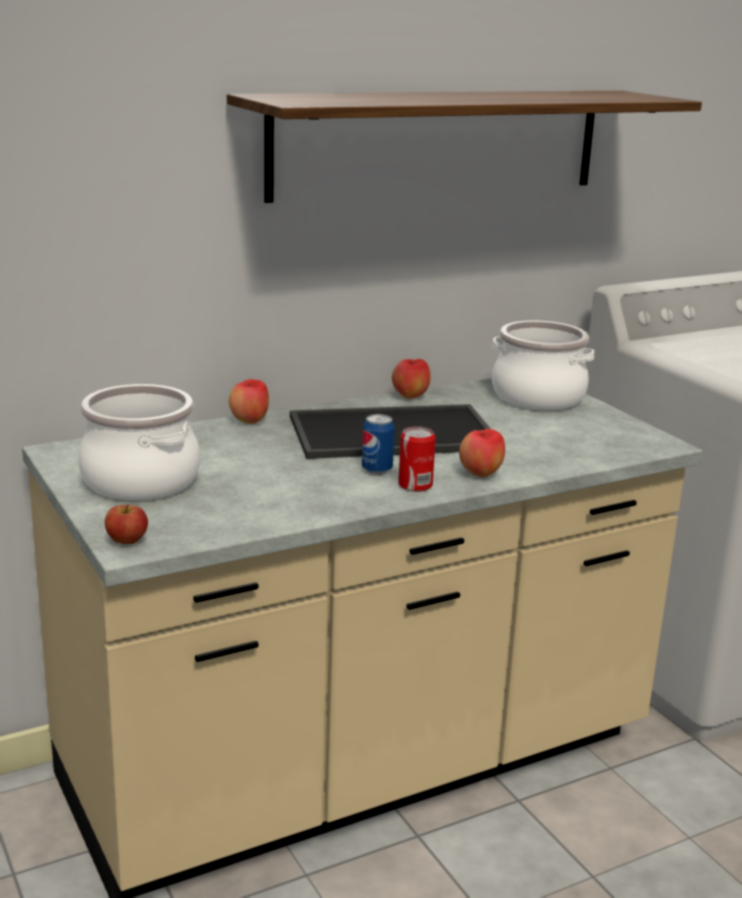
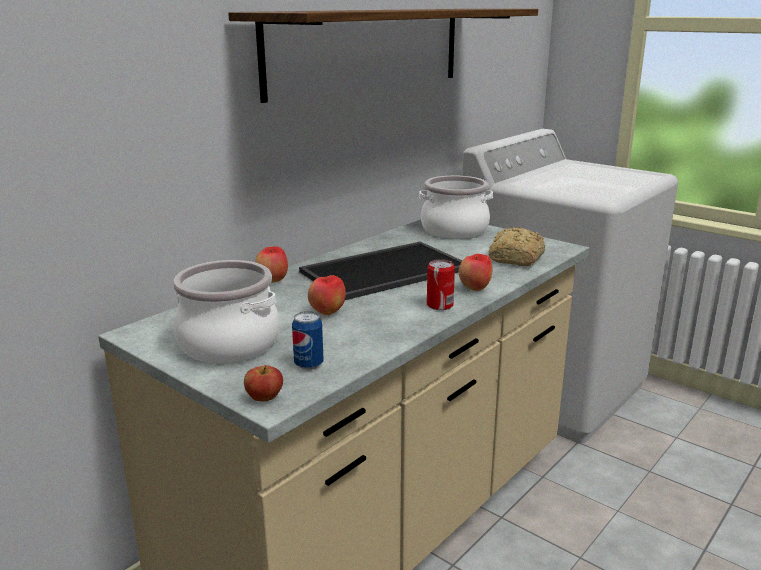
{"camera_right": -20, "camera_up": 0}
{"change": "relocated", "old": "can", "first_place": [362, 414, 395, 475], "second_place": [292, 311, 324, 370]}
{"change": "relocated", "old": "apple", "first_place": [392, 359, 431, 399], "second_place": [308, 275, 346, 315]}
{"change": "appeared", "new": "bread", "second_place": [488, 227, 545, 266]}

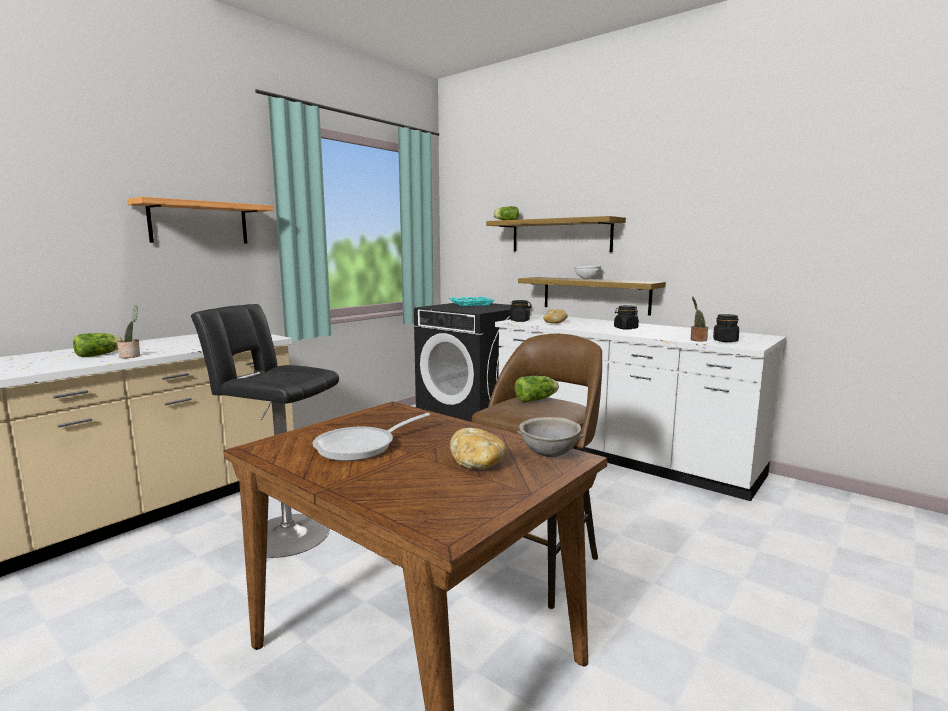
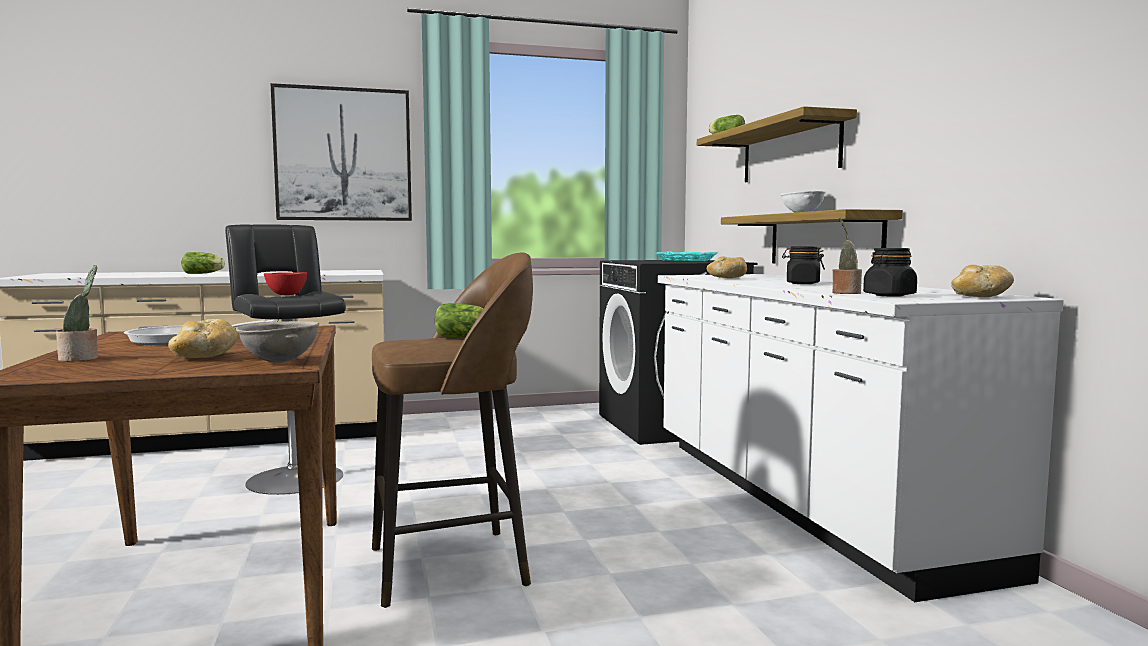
{"camera_right": 35, "camera_up": -5}
{"change": "relocated", "old": "houseplant", "first_place": [117, 305, 140, 358], "second_place": [56, 265, 98, 362]}
{"change": "exchanged", "old": "shelf", "new": "wall picture", "first_place": [127, 197, 273, 244], "second_place": [270, 83, 412, 221]}
{"change": "missing", "old": "black-coloured jar", "first_place": [509, 300, 532, 322]}
{"change": "appeared", "new": "red-coloured bowl", "second_place": [264, 272, 307, 295]}
{"change": "appeared", "new": "bread", "second_place": [951, 265, 1014, 297]}

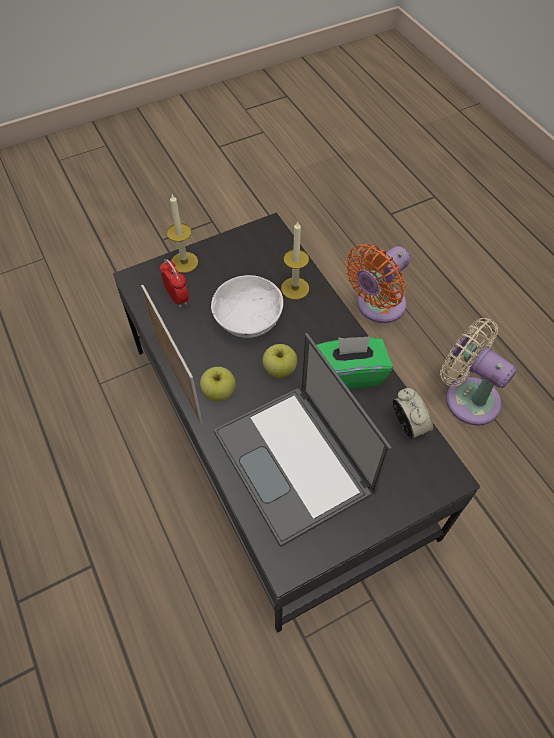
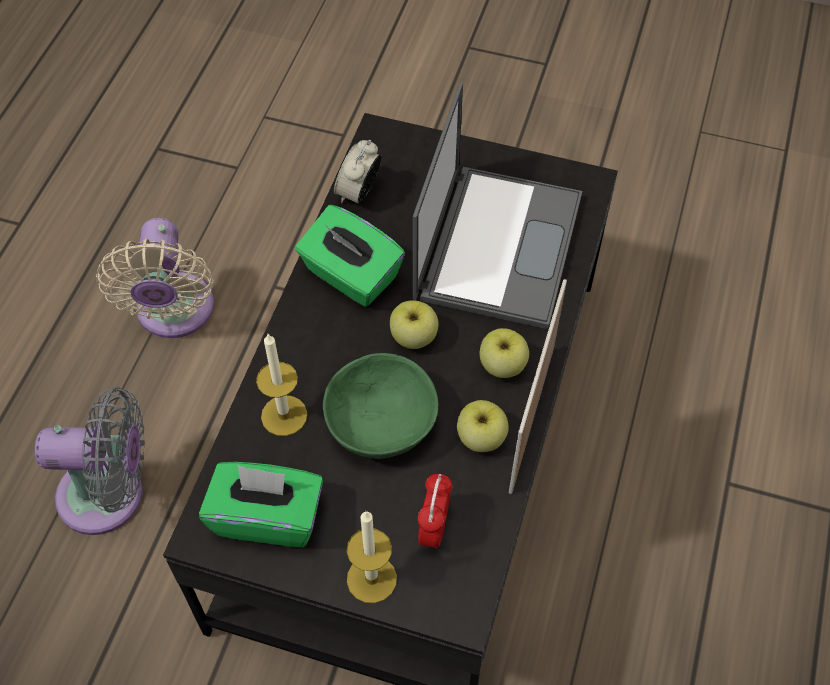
{"camera_right": -135, "camera_up": 0}
{"change": "colour", "old": "white bowl", "new": "greenish bowl", "first_place": [211, 275, 283, 338], "second_place": [323, 353, 438, 459]}
{"change": "colour", "old": "orangey fan", "new": "greyish fan", "first_place": [345, 244, 410, 323], "second_place": [35, 387, 145, 535]}
{"change": "appeared", "new": "greenish tissue holder", "second_place": [199, 462, 323, 548]}
{"change": "appeared", "new": "apple", "second_place": [457, 400, 509, 452]}

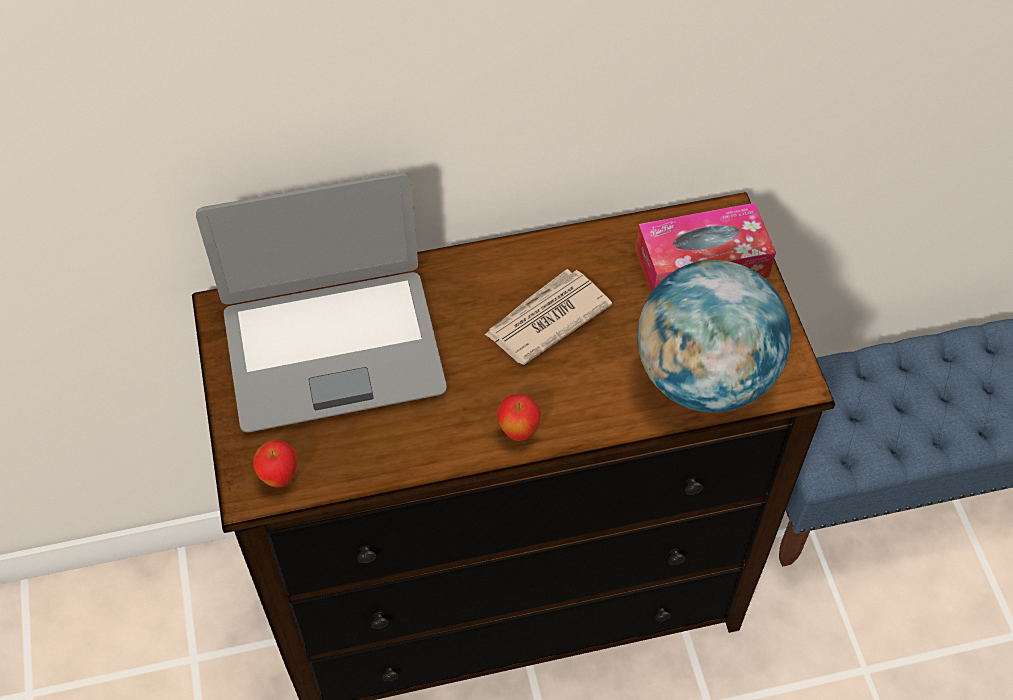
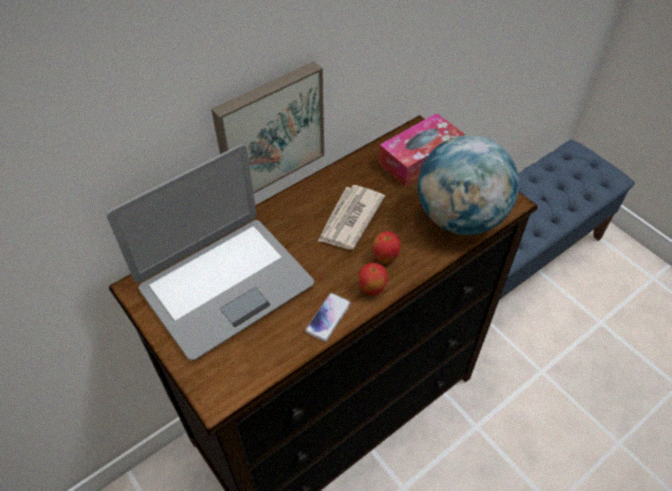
{"camera_right": -25, "camera_up": -5}
{"change": "relocated", "old": "apple", "first_place": [253, 440, 297, 487], "second_place": [373, 231, 401, 264]}
{"change": "appeared", "new": "wall picture", "second_place": [211, 61, 324, 193]}
{"change": "appeared", "new": "phone", "second_place": [305, 293, 351, 342]}

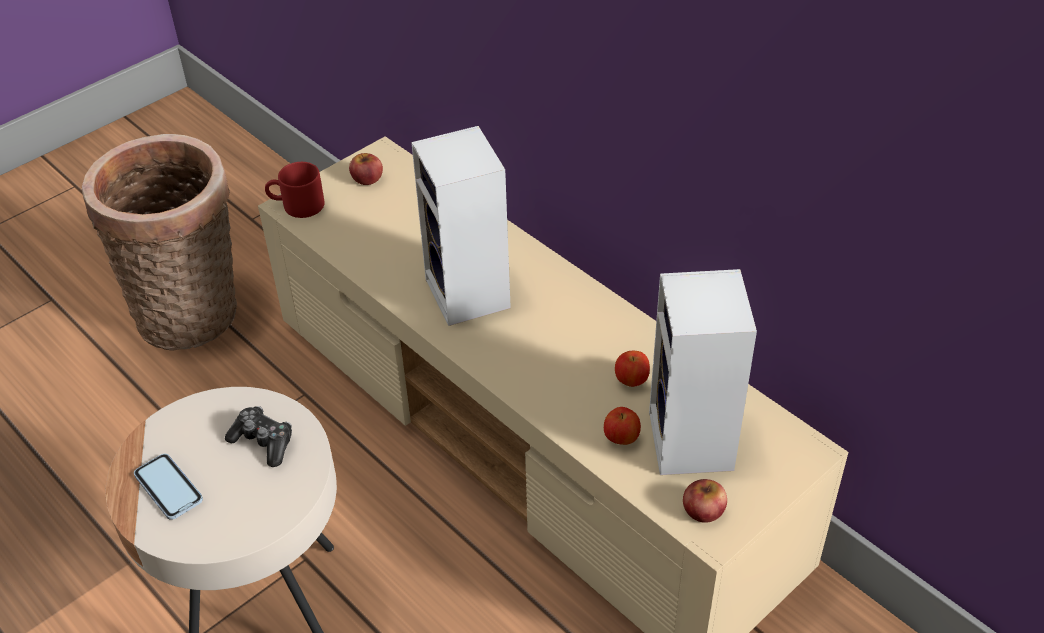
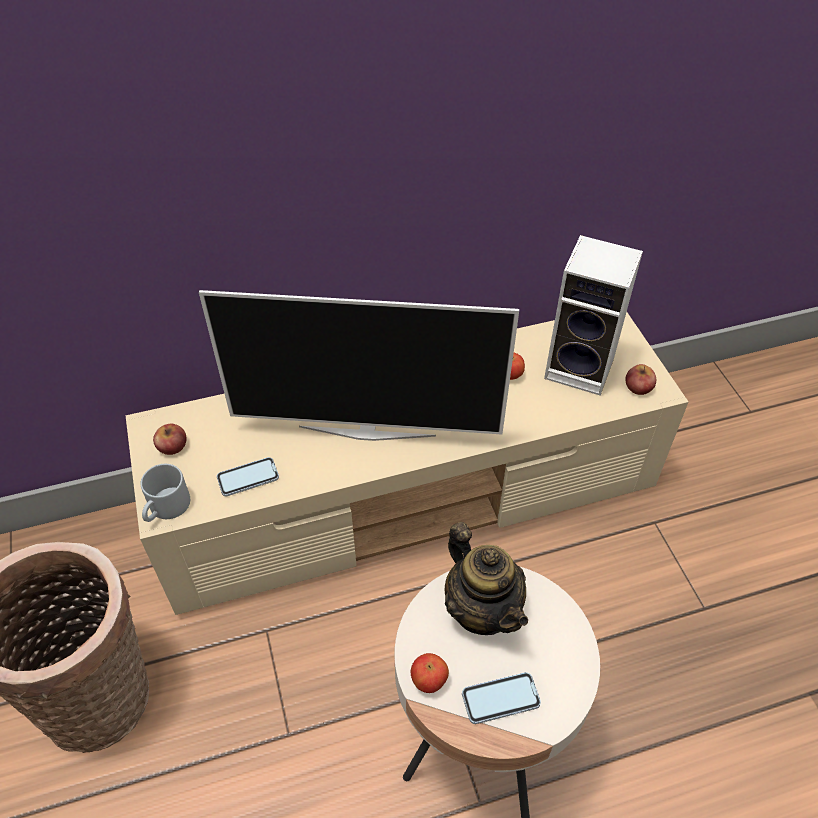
{"camera_right": -65, "camera_up": 5}
{"change": "exchanged", "old": "joypad", "new": "pot for tea", "first_place": [225, 406, 292, 467], "second_place": [445, 522, 528, 635]}
{"change": "colour", "old": "red-coloured mug", "new": "greyish mug", "first_place": [265, 162, 324, 218], "second_place": [140, 464, 190, 522]}
{"change": "exchanged", "old": "speaker", "new": "TV", "first_place": [411, 126, 511, 326], "second_place": [199, 290, 519, 441]}
{"change": "relocated", "old": "apple", "first_place": [604, 407, 641, 445], "second_place": [411, 653, 449, 693]}
{"change": "appeared", "new": "phone", "second_place": [217, 457, 279, 496]}

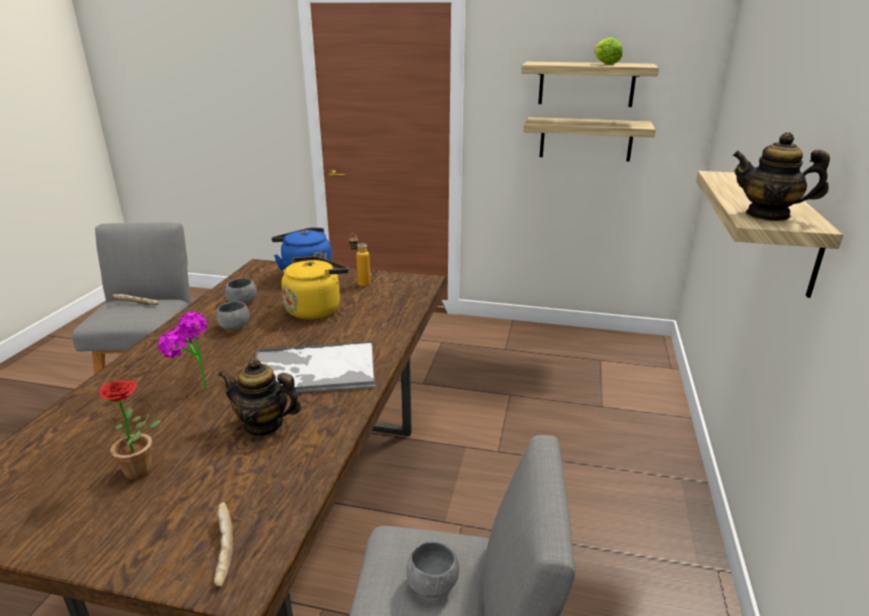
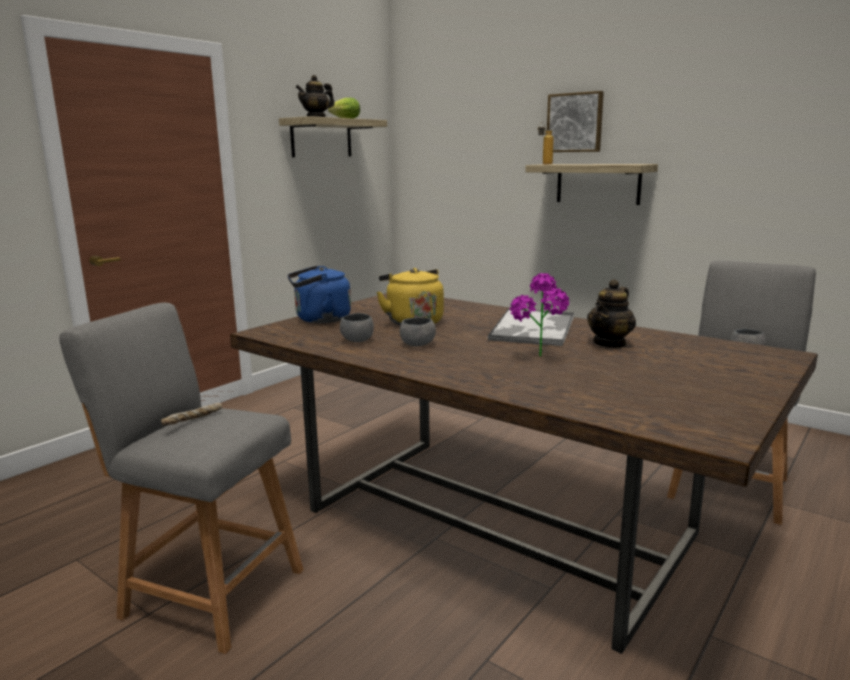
{"camera_right": -65, "camera_up": -10}
{"change": "missing", "old": "houseplant", "first_place": [95, 380, 161, 480]}
{"change": "missing", "old": "bread", "first_place": [214, 502, 233, 587]}
{"change": "relocated", "old": "bottle", "first_place": [349, 233, 371, 287], "second_place": [538, 122, 554, 164]}
{"change": "missing", "old": "shelf", "first_place": [523, 117, 656, 161]}
{"change": "relocated", "old": "pot for tea", "first_place": [733, 132, 830, 221], "second_place": [296, 75, 335, 117]}
{"change": "appeared", "new": "wall picture", "second_place": [547, 91, 604, 152]}

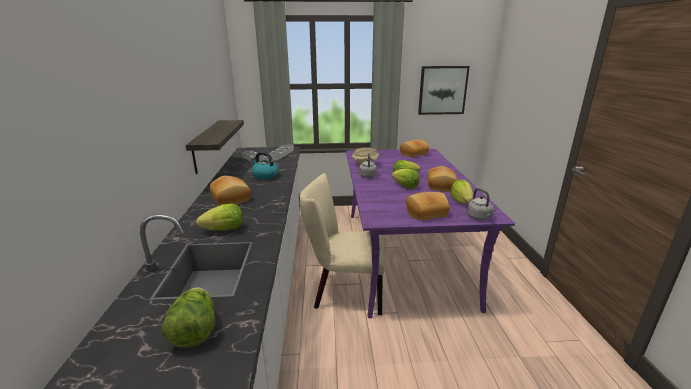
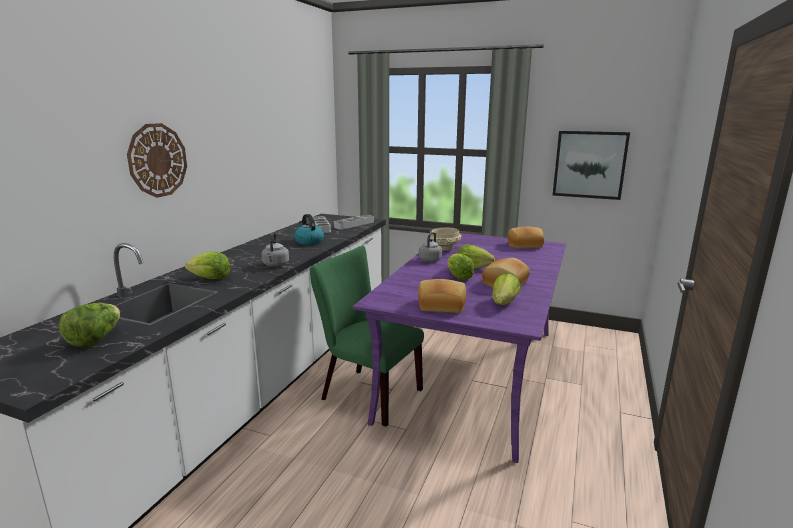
{"camera_right": 25, "camera_up": -5}
{"change": "missing", "old": "shelf", "first_place": [186, 120, 244, 174]}
{"change": "missing", "old": "bread", "first_place": [209, 175, 251, 206]}
{"change": "colour", "old": "beige-coloured upright chair", "new": "greenish upright chair", "first_place": [299, 173, 385, 315], "second_place": [310, 246, 424, 427]}
{"change": "relocated", "old": "greyish tea kettle", "first_place": [467, 188, 496, 220], "second_place": [262, 232, 289, 267]}
{"change": "appeared", "new": "hanging clock", "second_place": [127, 123, 187, 198]}

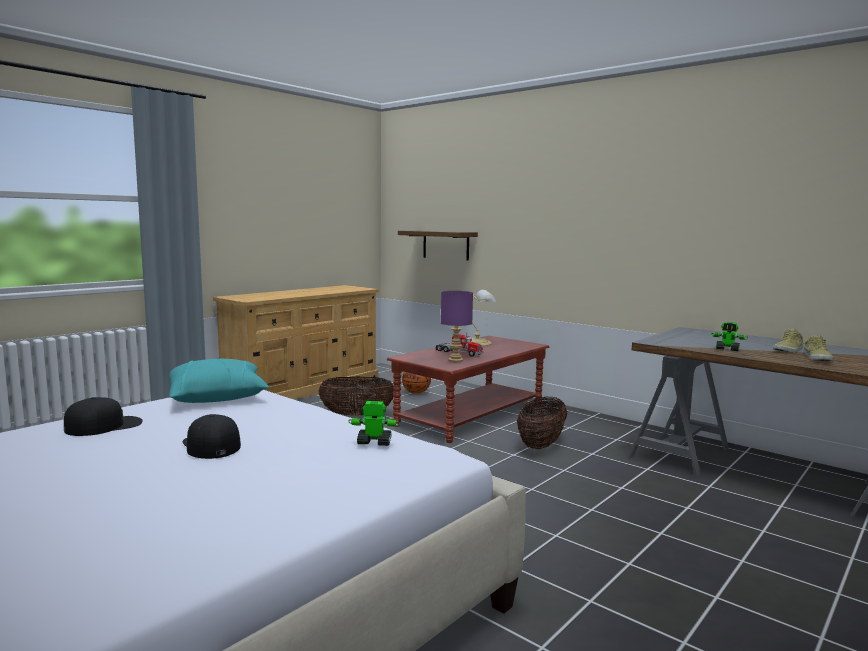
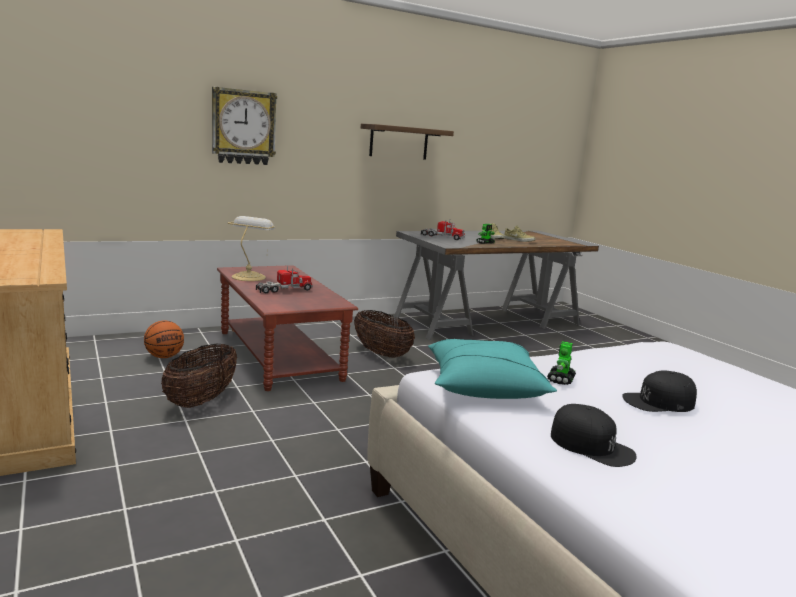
{"camera_right": -70, "camera_up": 5}
{"change": "spun", "old": "black-coloured baseball cap", "first_place": [64, 397, 143, 436], "second_place": [551, 404, 636, 467], "degrees": 150}
{"change": "relocated", "old": "robot figure", "first_place": [348, 401, 400, 446], "second_place": [547, 341, 576, 385]}
{"change": "relocated", "old": "shelf", "first_place": [398, 231, 478, 261], "second_place": [361, 123, 454, 160]}
{"change": "missing", "old": "purplish table lamp", "first_place": [441, 291, 473, 362]}
{"change": "appeared", "new": "hanging clock", "second_place": [212, 87, 277, 165]}
{"change": "appeared", "new": "toy truck", "second_place": [421, 220, 465, 240]}

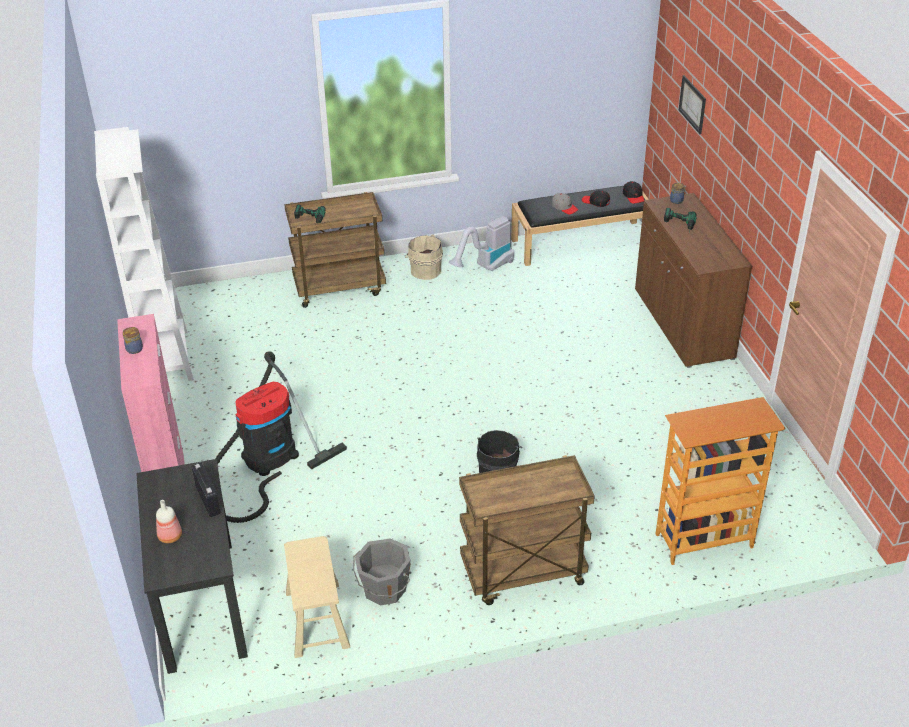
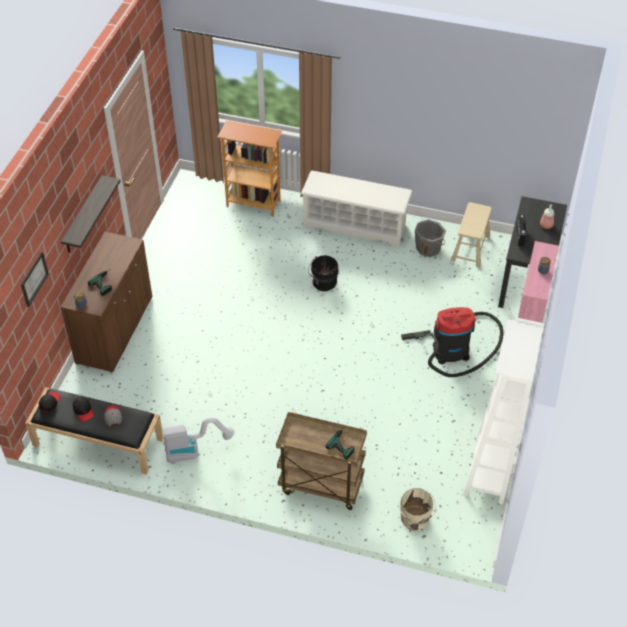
{"camera_right": -150, "camera_up": 10}
{"change": "relocated", "old": "beige-coloured water bucket", "first_place": [405, 234, 443, 280], "second_place": [400, 488, 436, 530]}
{"change": "exchanged", "old": "brown trolley", "new": "white shoe stand", "first_place": [459, 455, 595, 605], "second_place": [301, 170, 413, 248]}
{"change": "appeared", "new": "shelf", "second_place": [61, 175, 121, 252]}

